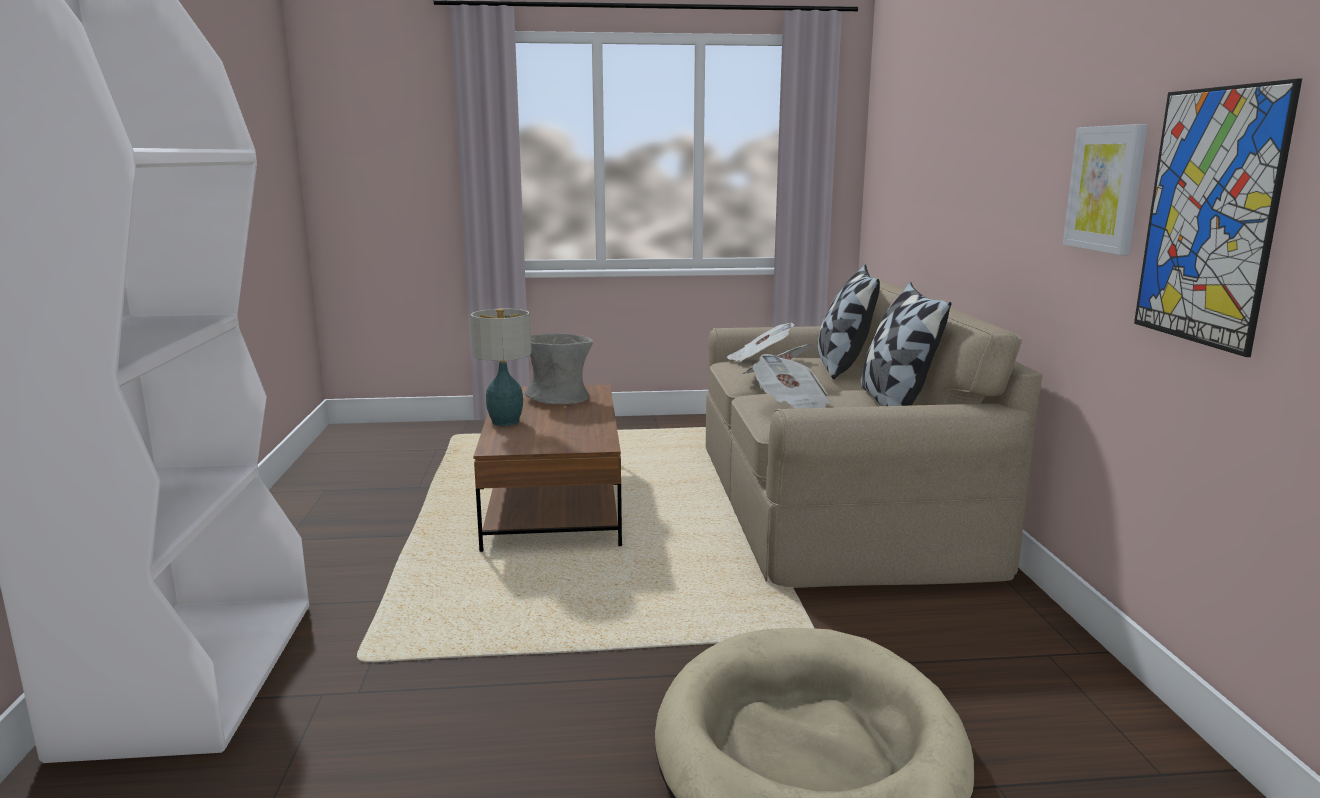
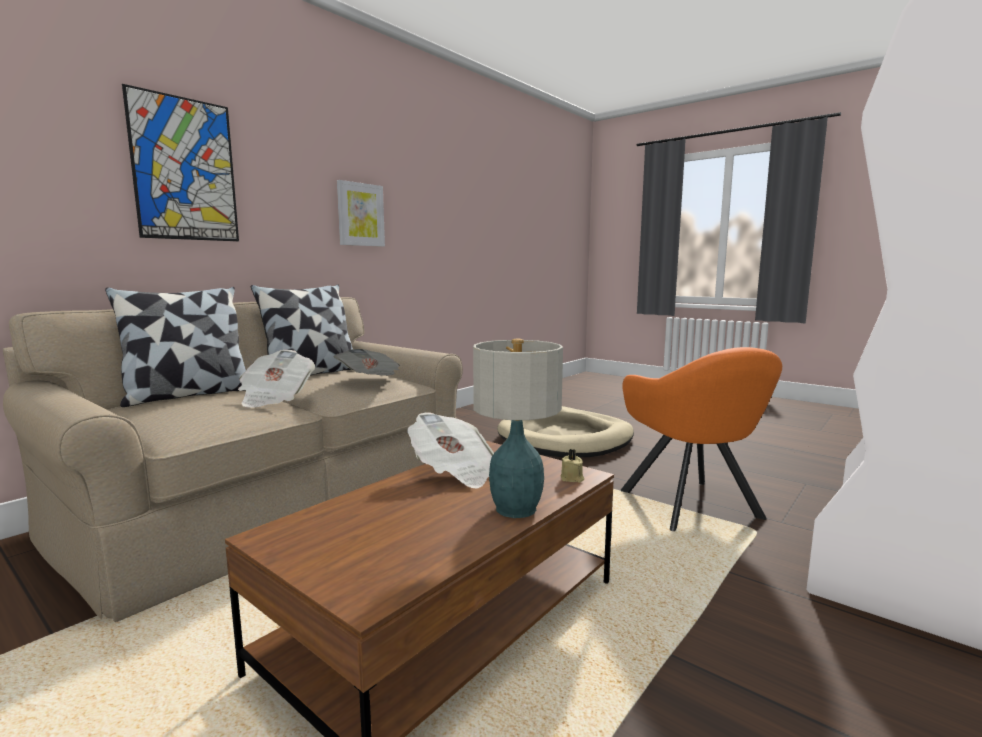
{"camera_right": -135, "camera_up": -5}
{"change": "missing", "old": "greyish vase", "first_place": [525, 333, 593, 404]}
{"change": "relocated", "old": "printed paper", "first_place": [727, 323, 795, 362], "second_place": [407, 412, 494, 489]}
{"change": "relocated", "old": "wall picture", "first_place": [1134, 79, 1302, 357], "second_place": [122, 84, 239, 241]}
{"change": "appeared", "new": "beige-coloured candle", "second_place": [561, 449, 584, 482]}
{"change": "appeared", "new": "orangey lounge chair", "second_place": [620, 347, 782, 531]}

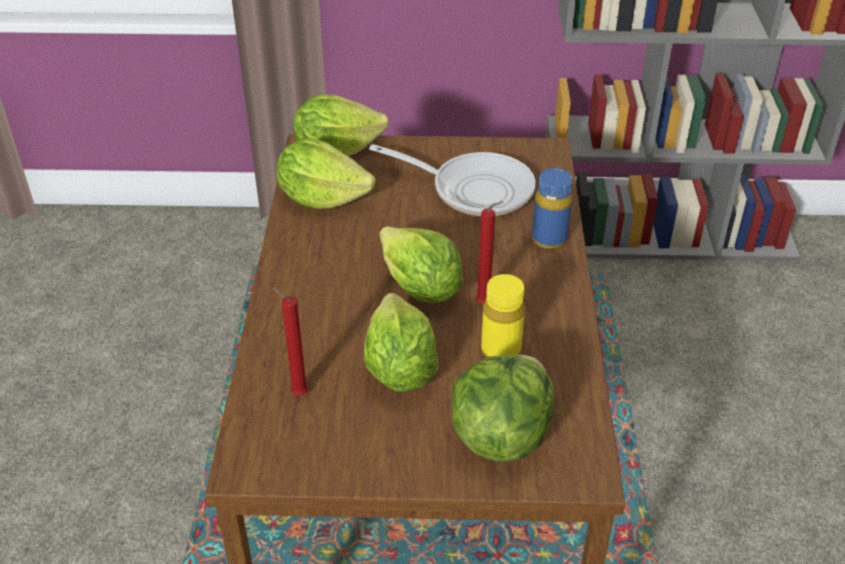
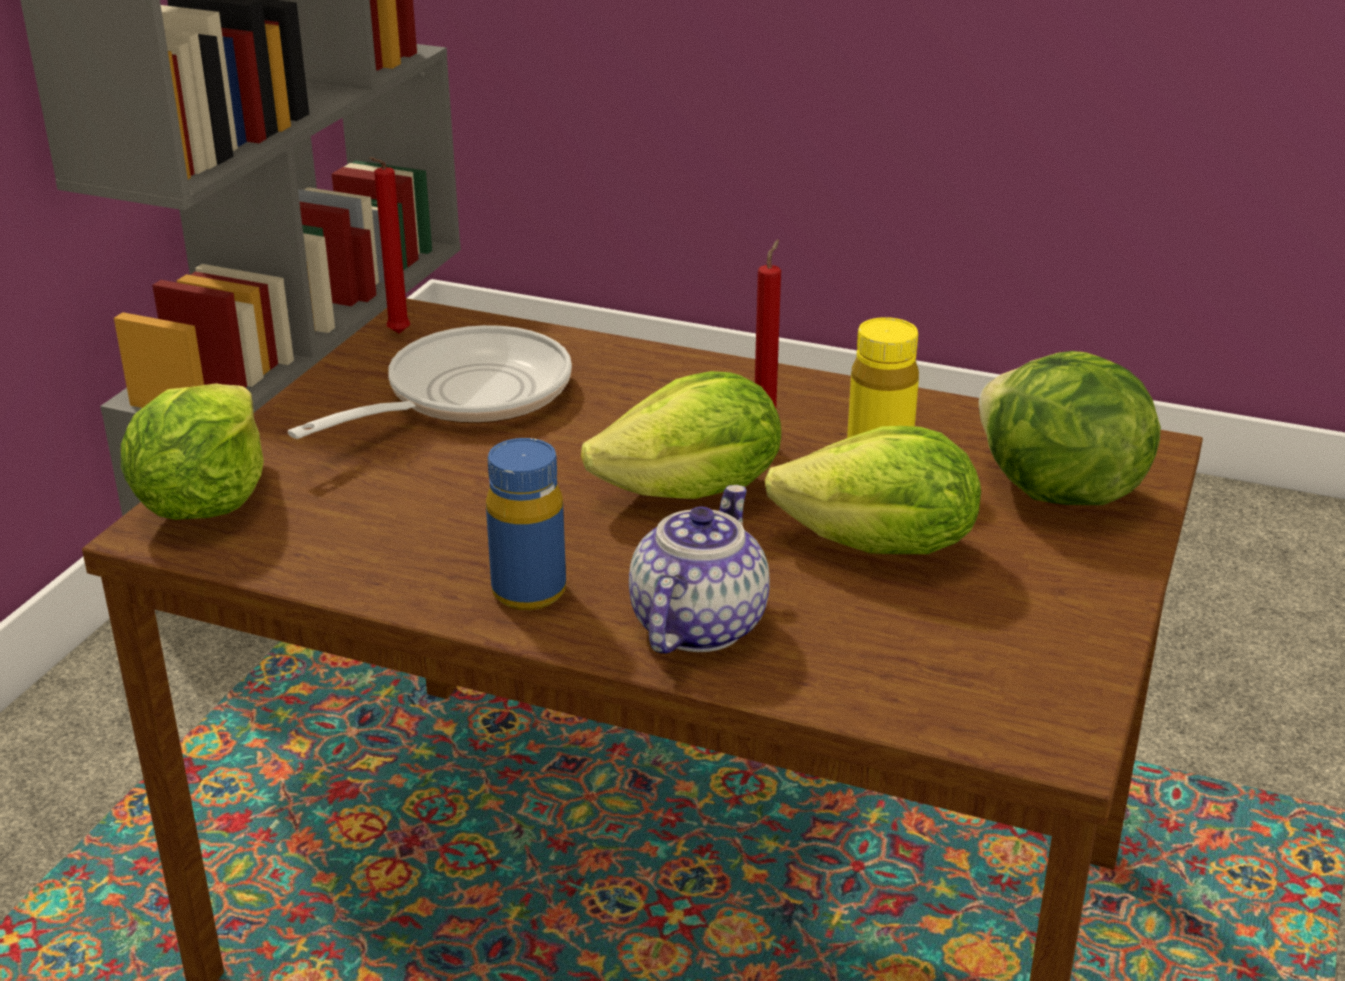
{"camera_right": -70, "camera_up": -10}
{"change": "relocated", "old": "red-coloured candle", "first_place": [272, 288, 308, 395], "second_place": [369, 157, 410, 334]}
{"change": "missing", "old": "lettuce", "first_place": [276, 138, 375, 209]}
{"change": "relocated", "old": "bluish bottle", "first_place": [532, 168, 572, 249], "second_place": [486, 438, 566, 610]}
{"change": "appeared", "new": "pot for tea", "second_place": [629, 485, 770, 654]}

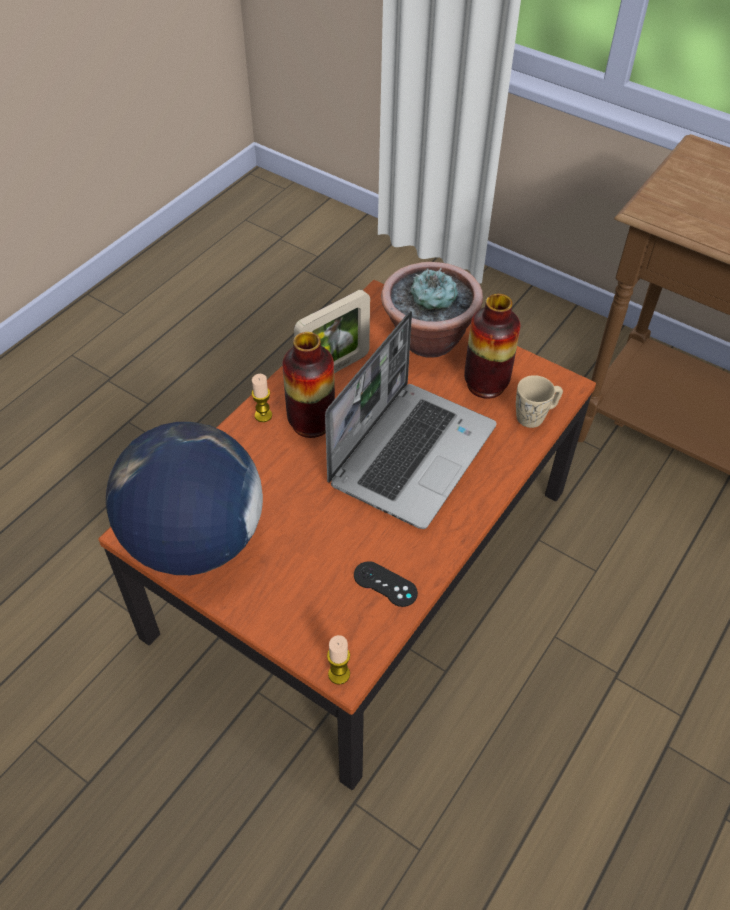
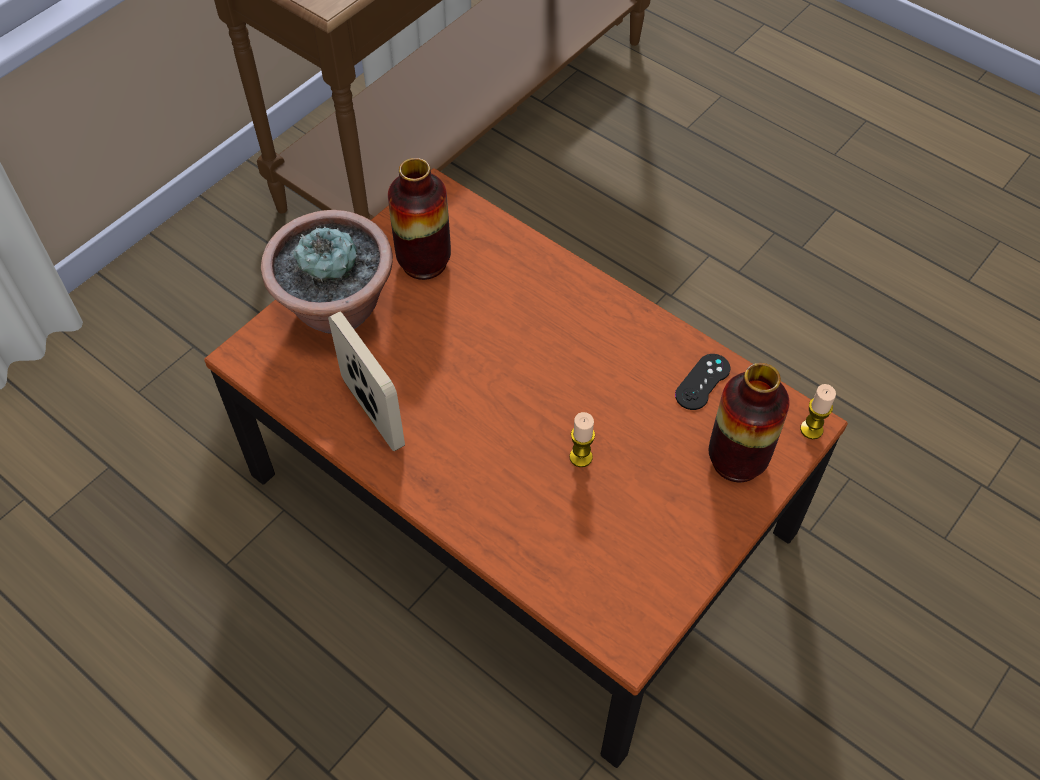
{"camera_right": -85, "camera_up": 5}
{"change": "missing", "old": "globe", "first_place": [106, 422, 263, 575]}
{"change": "relocated", "old": "candle", "first_place": [252, 374, 272, 422], "second_place": [569, 412, 595, 467]}
{"change": "relocated", "old": "vase", "first_place": [282, 332, 335, 438], "second_place": [709, 363, 790, 482]}
{"change": "missing", "old": "portable computer", "first_place": [325, 311, 496, 529]}
{"change": "missing", "old": "beige-coloured mug", "first_place": [516, 375, 563, 428]}

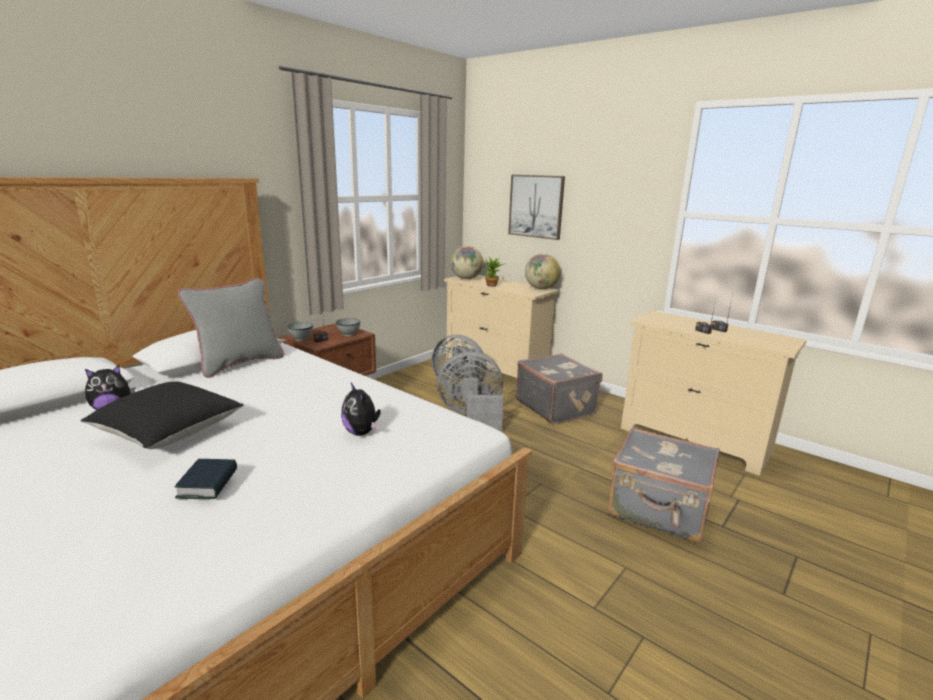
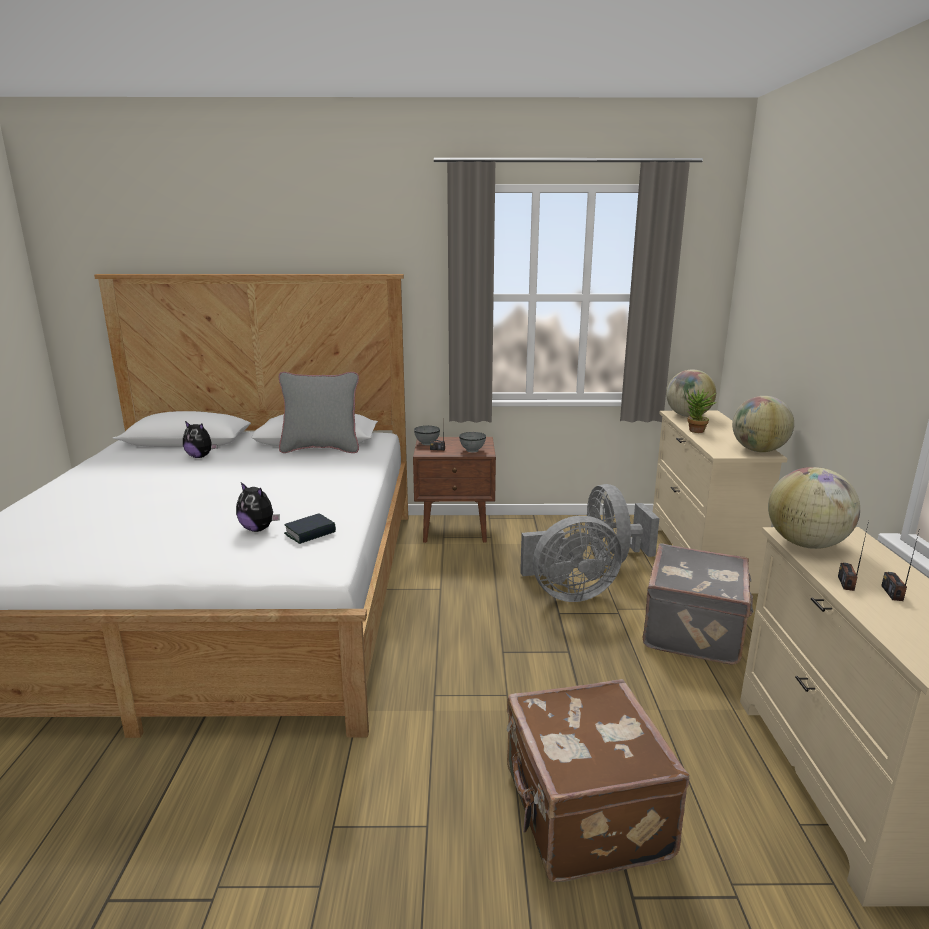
{"camera_right": 50, "camera_up": 0}
{"change": "missing", "old": "black-coloured pillow", "first_place": [81, 381, 244, 449]}
{"change": "relocated", "old": "bound book", "first_place": [175, 459, 237, 499], "second_place": [284, 513, 336, 544]}
{"change": "spun", "old": "plush toy", "first_place": [341, 383, 381, 436], "second_place": [236, 482, 280, 532], "degrees": -75}
{"change": "spun", "old": "greyish fan", "first_place": [437, 351, 504, 432], "second_place": [520, 516, 622, 602], "degrees": 120}
{"change": "missing", "old": "wall picture", "first_place": [508, 175, 565, 240]}
{"change": "colour", "old": "greyish piece of luggage", "new": "brown piece of luggage", "first_place": [608, 428, 720, 544], "second_place": [507, 679, 689, 882]}
{"change": "appeared", "new": "globe", "second_place": [768, 467, 860, 549]}

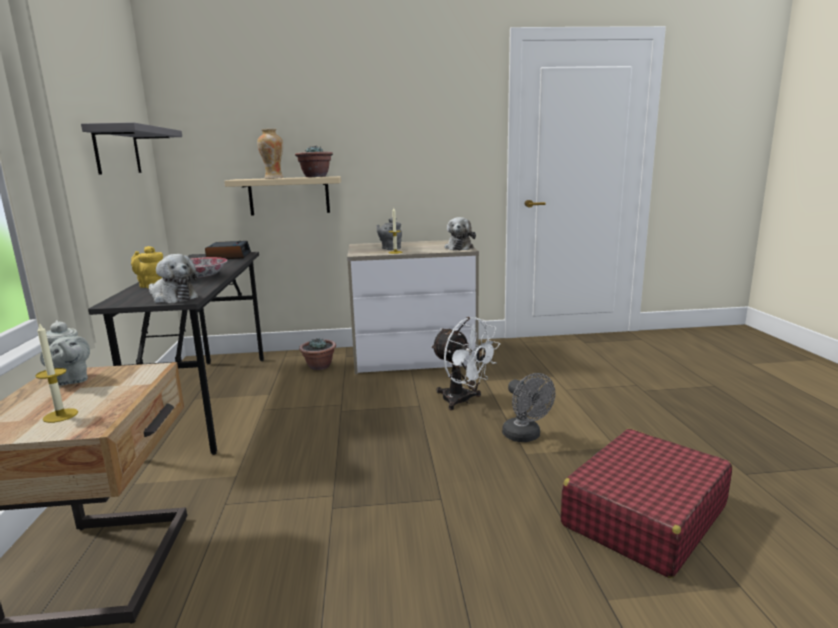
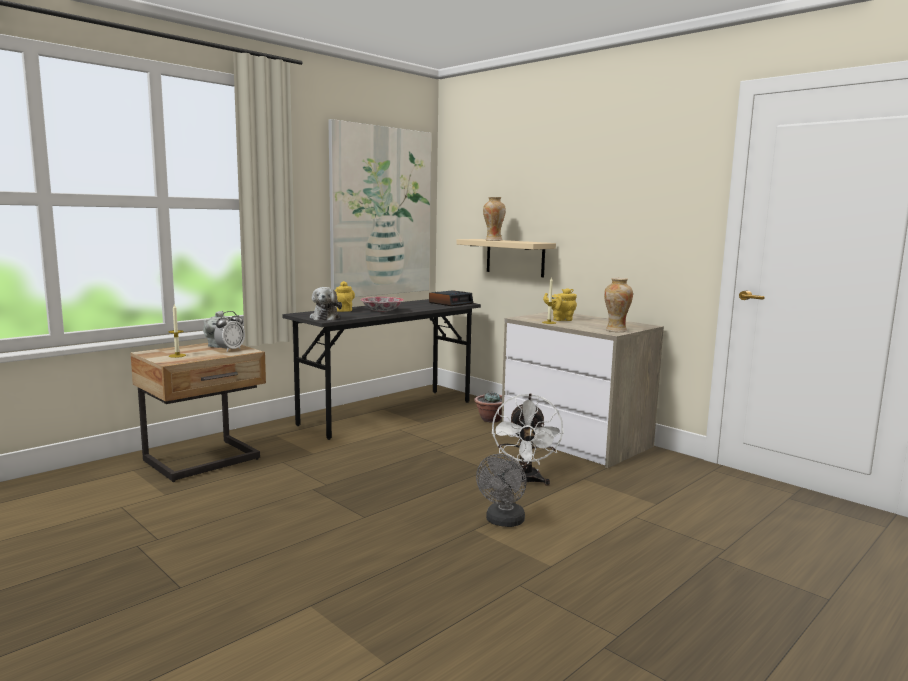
{"camera_right": 50, "camera_up": -5}
{"change": "exchanged", "old": "greyish shelf", "new": "wall picture", "first_place": [81, 122, 182, 175], "second_place": [328, 119, 431, 297]}
{"change": "missing", "old": "houseplant", "first_place": [295, 146, 333, 177]}
{"change": "colour", "old": "greyish pot for tea", "new": "yellow pot for tea", "first_place": [376, 217, 402, 250], "second_place": [543, 288, 577, 321]}
{"change": "exchanged", "old": "plush toy", "new": "vase", "first_place": [445, 217, 476, 250], "second_place": [604, 278, 633, 332]}
{"change": "missing", "old": "red-coloured piece of luggage", "first_place": [561, 429, 732, 578]}
{"change": "appeared", "new": "alarm clock", "second_place": [214, 311, 245, 352]}

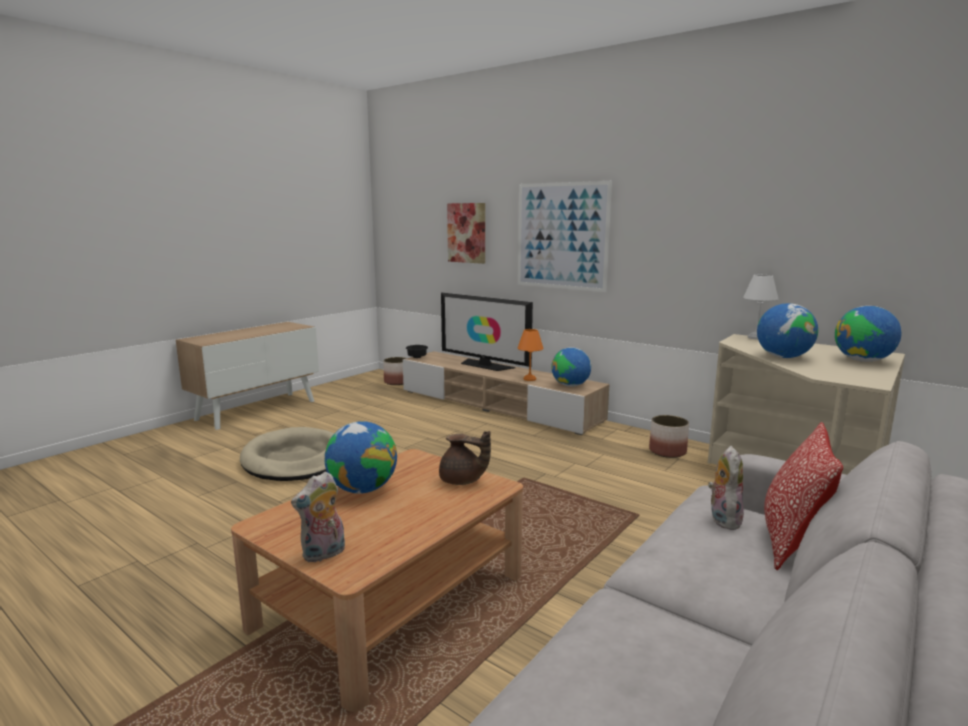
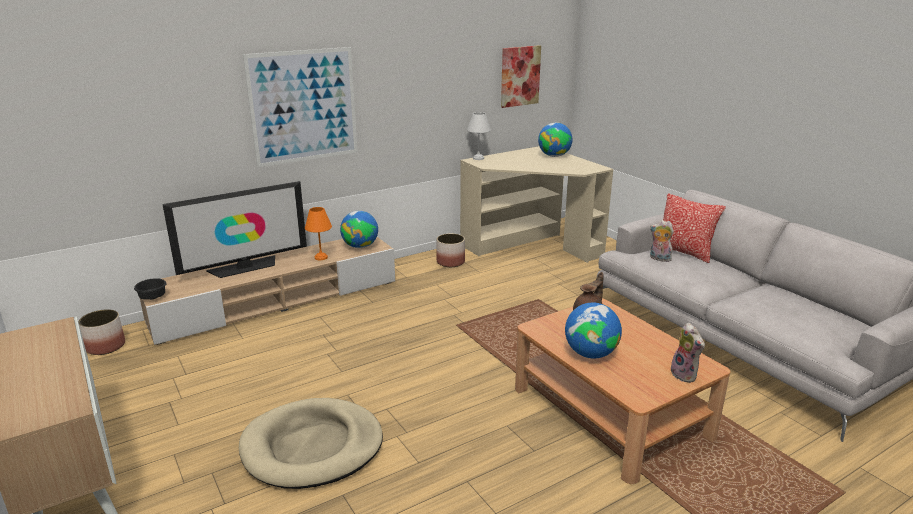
{"camera_right": -70, "camera_up": 10}
{"change": "relocated", "old": "wall picture", "first_place": [447, 203, 485, 264], "second_place": [501, 45, 541, 108]}
{"change": "missing", "old": "globe", "first_place": [757, 303, 818, 358]}

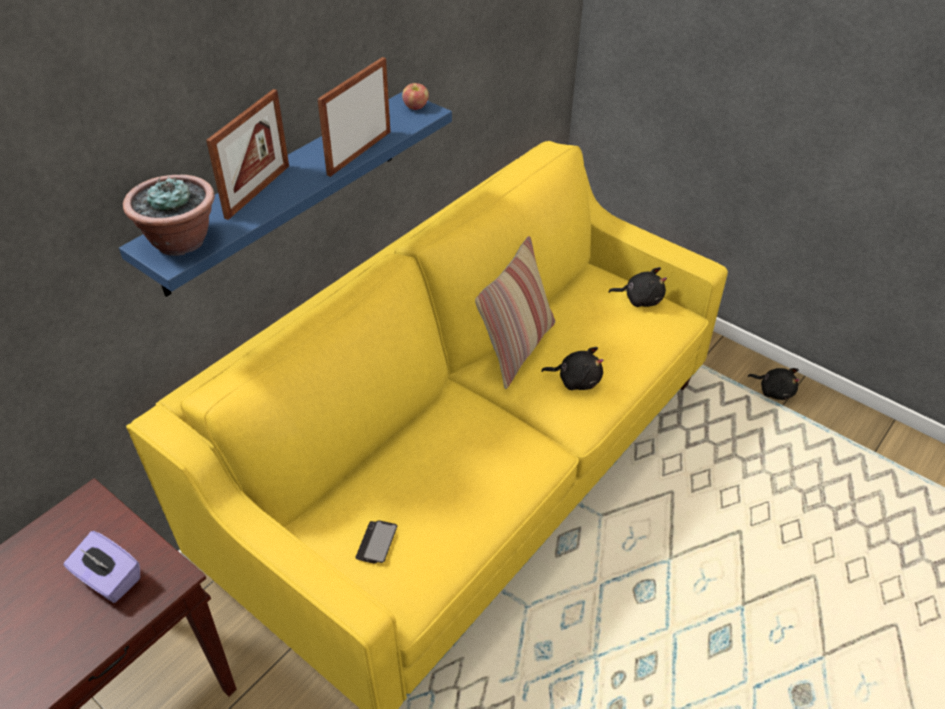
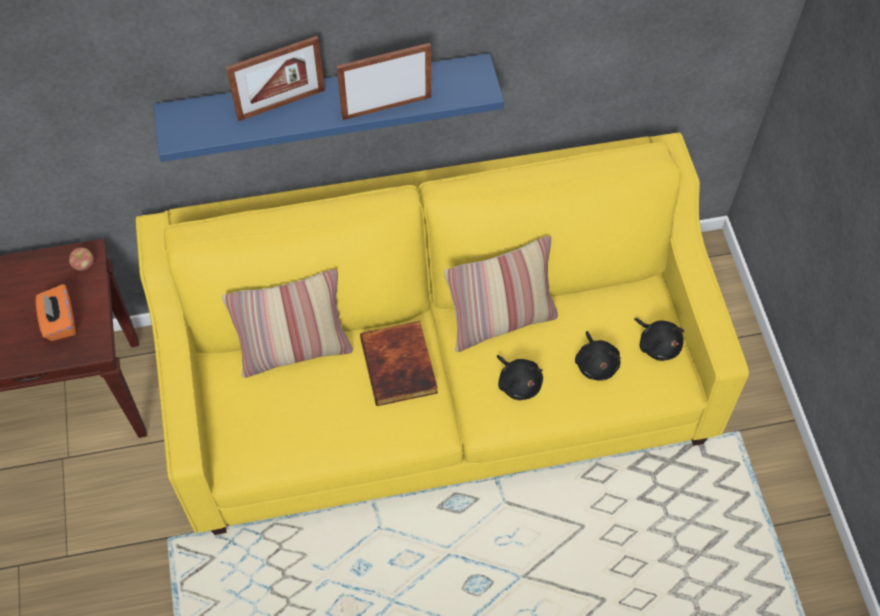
{"camera_right": 40, "camera_up": 15}
{"change": "colour", "old": "purplish tissue holder", "new": "orangey tissue holder", "first_place": [64, 531, 140, 603], "second_place": [36, 284, 76, 341]}
{"change": "missing", "old": "houseplant", "first_place": [123, 175, 215, 256]}
{"change": "missing", "old": "phone", "first_place": [355, 520, 397, 564]}
{"change": "relocated", "old": "apple", "first_place": [402, 83, 429, 110], "second_place": [69, 248, 94, 271]}
{"change": "relocated", "old": "black-coloured plush toy", "first_place": [748, 368, 800, 400], "second_place": [575, 331, 621, 381]}
{"change": "appeared", "new": "pillow", "second_place": [222, 269, 353, 378]}
{"change": "appeared", "new": "bound book", "second_place": [360, 321, 438, 406]}

